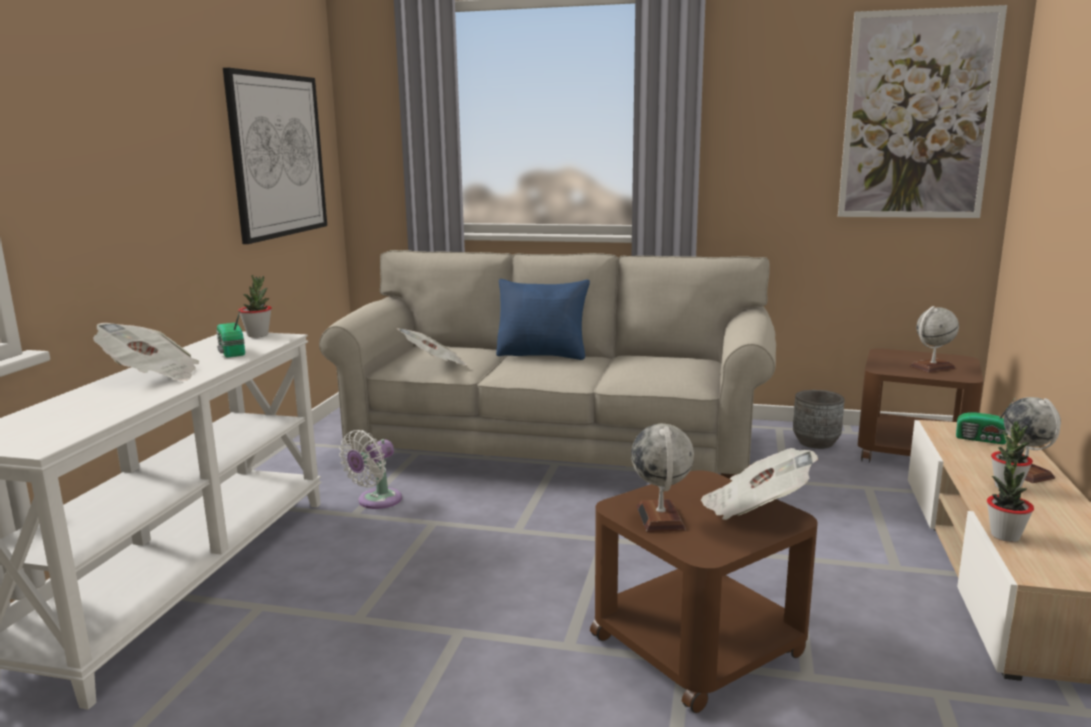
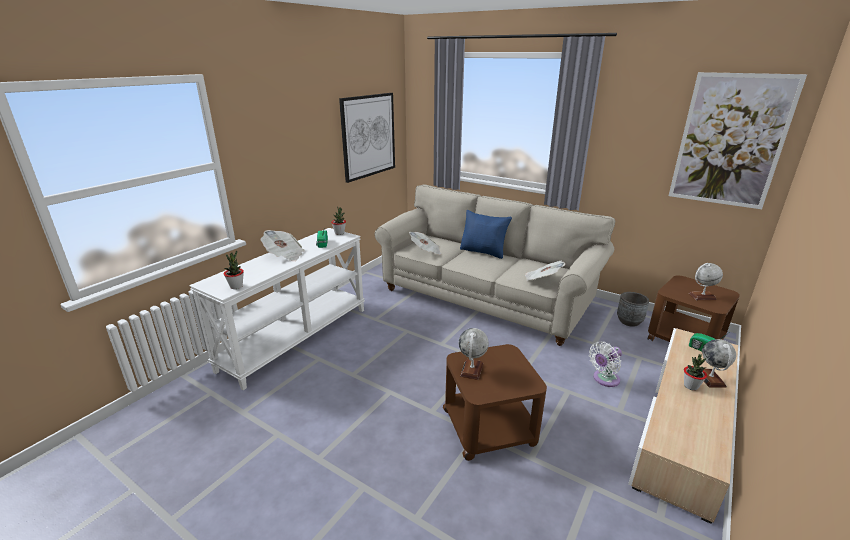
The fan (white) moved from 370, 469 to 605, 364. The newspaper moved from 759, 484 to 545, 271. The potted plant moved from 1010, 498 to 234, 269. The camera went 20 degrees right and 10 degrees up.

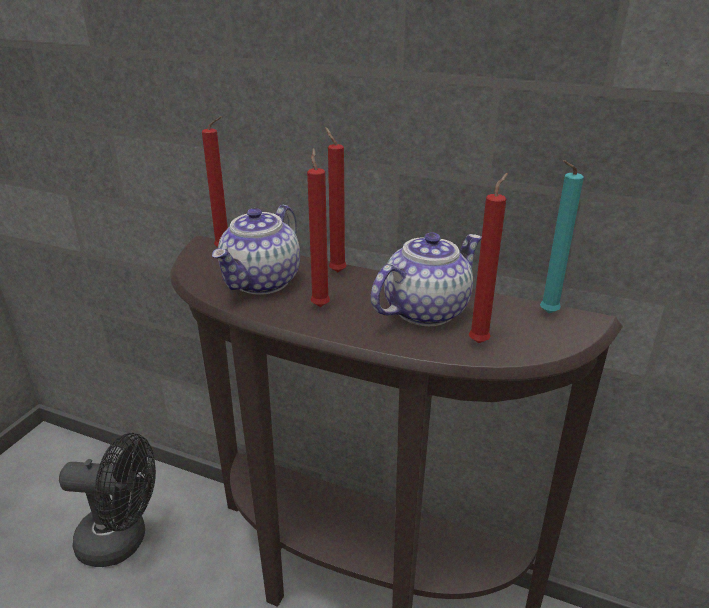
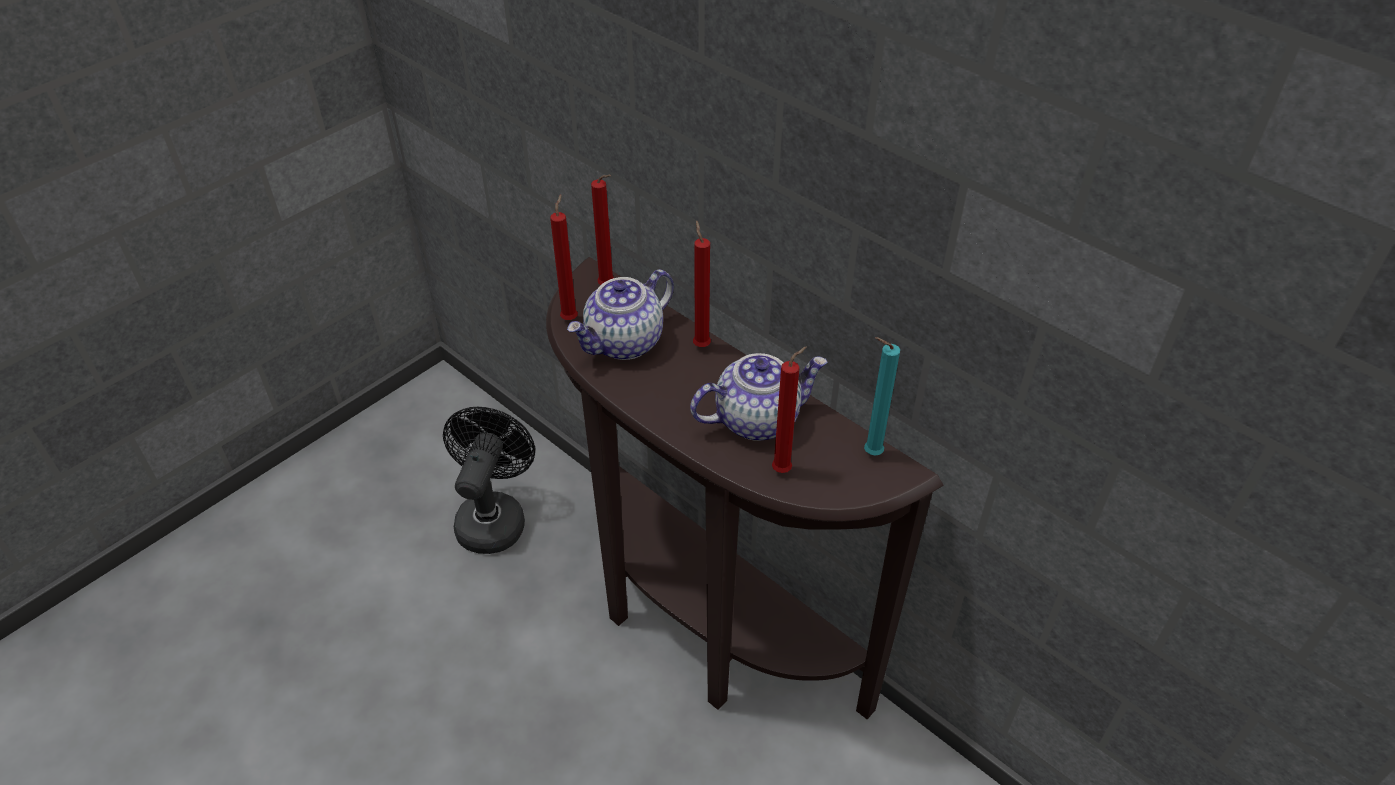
The candle (red) moved from 318, 227 to 564, 257. The fan (black) at 107, 500 turned 105 degrees counterclockwise. The camera went 20 degrees right and 15 degrees up.

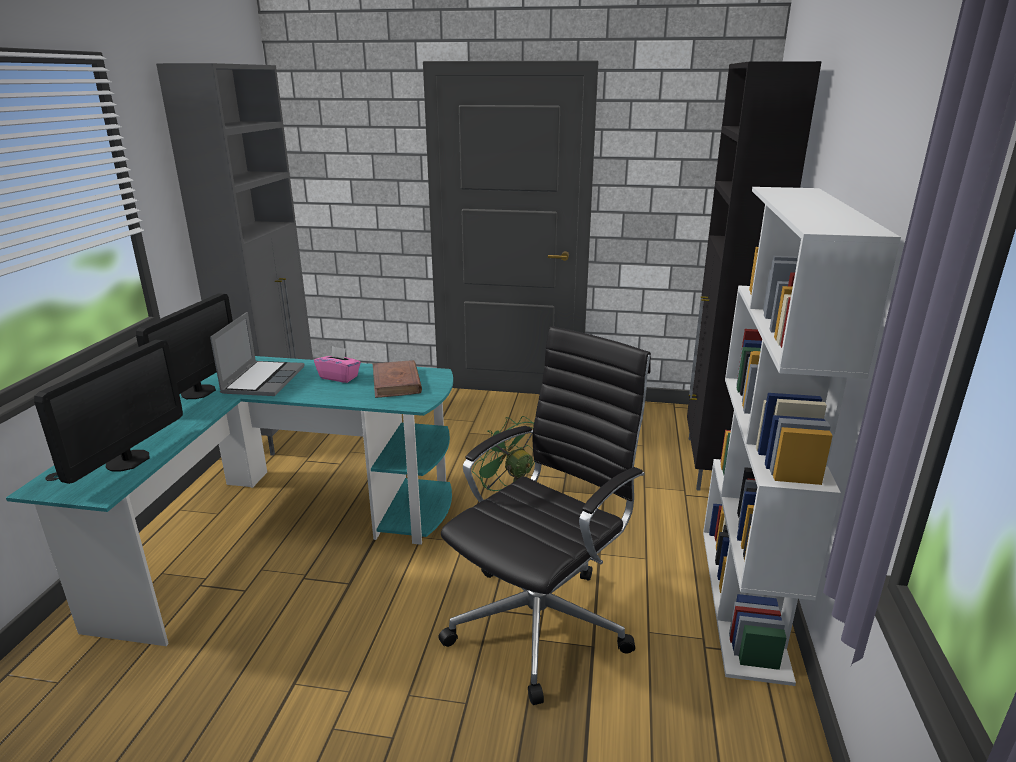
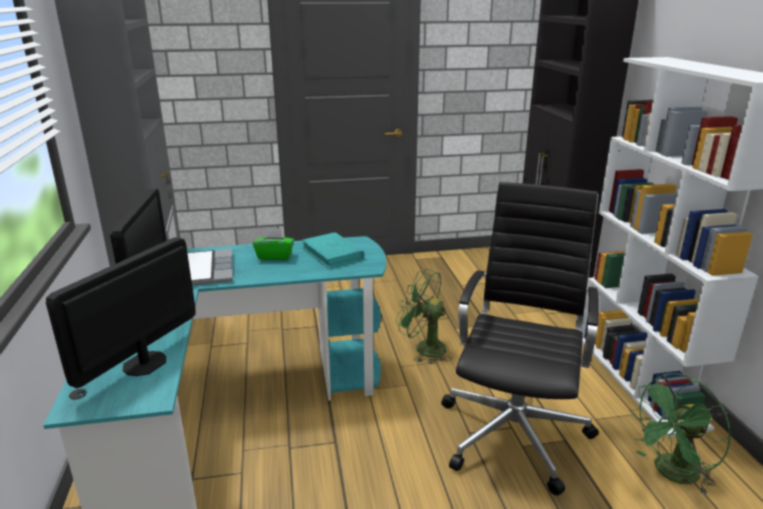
The fan (green) at 680, 434 appeared. The tissue box (pink) at 337, 364 became the tissue box (green) at 273, 244. The book (brown) at 397, 379 became the book (turquoise) at 332, 250. The monitor at 108, 412 turned 150 degrees counterclockwise. The camera went 20 degrees left and 0 degrees up.

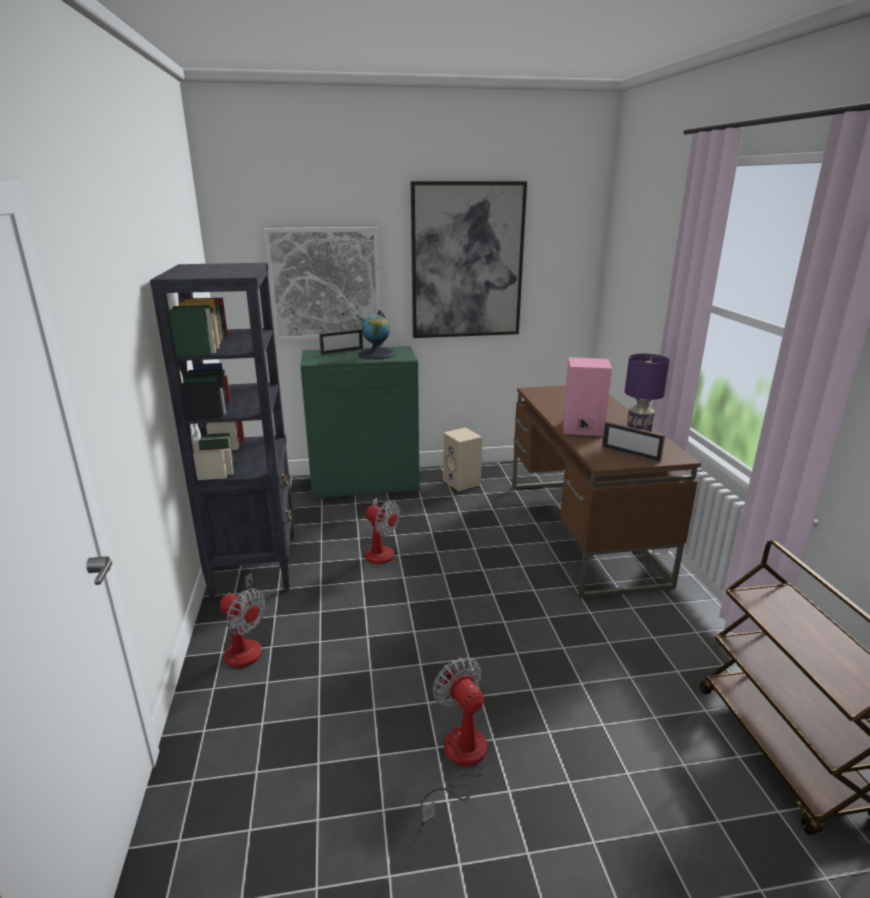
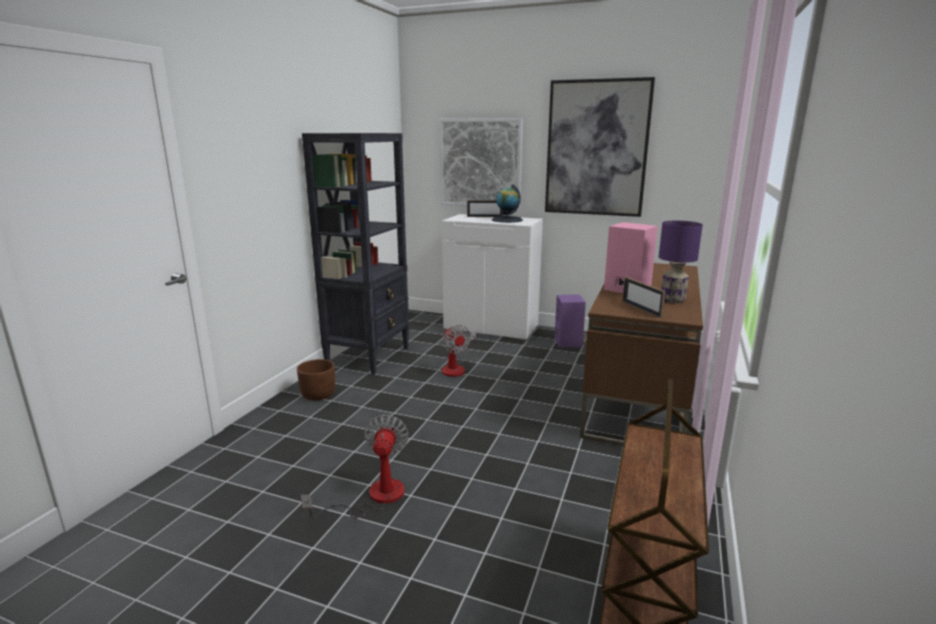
The fan at 243, 620 was replaced by the planter (brown) at 316, 380. The cabinet (green) at 360, 423 became the cabinet (white) at 492, 277. The speaker (beige) at 462, 459 became the speaker (purple) at 570, 321. The camera went 30 degrees right and 5 degrees down.

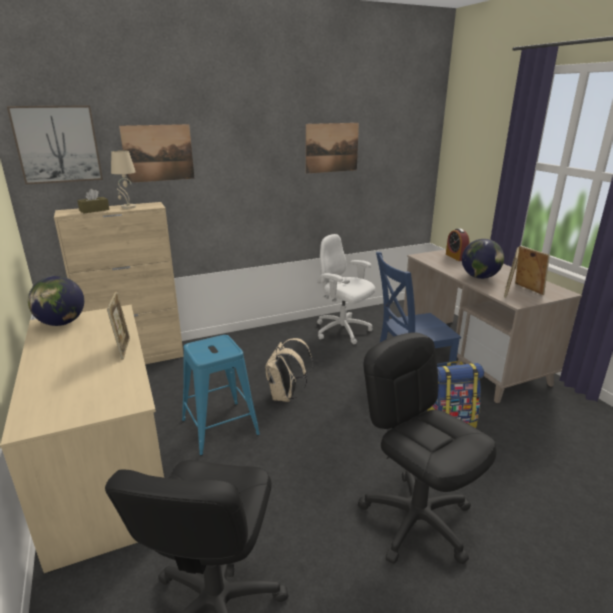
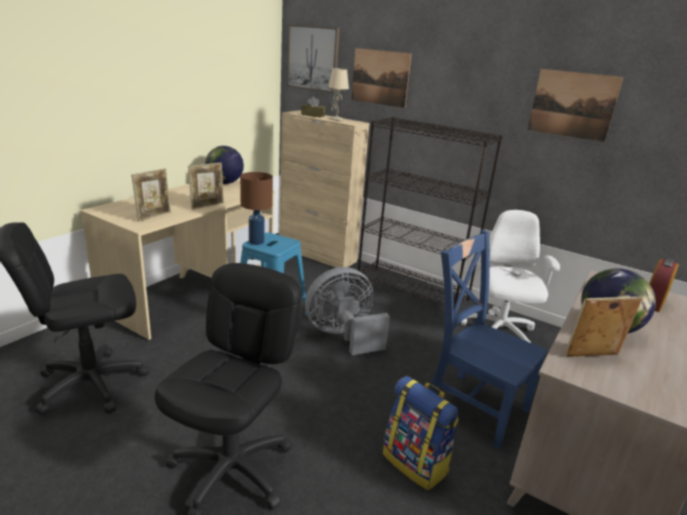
The table lamp (brown) at 256, 208 appeared. The bookcase (black) at 430, 212 appeared. The picture frame moved from 532, 270 to 151, 195. The backpack (beige) at 289, 370 was replaced by the fan (grey) at 347, 311. The camera went 55 degrees right and 0 degrees up.

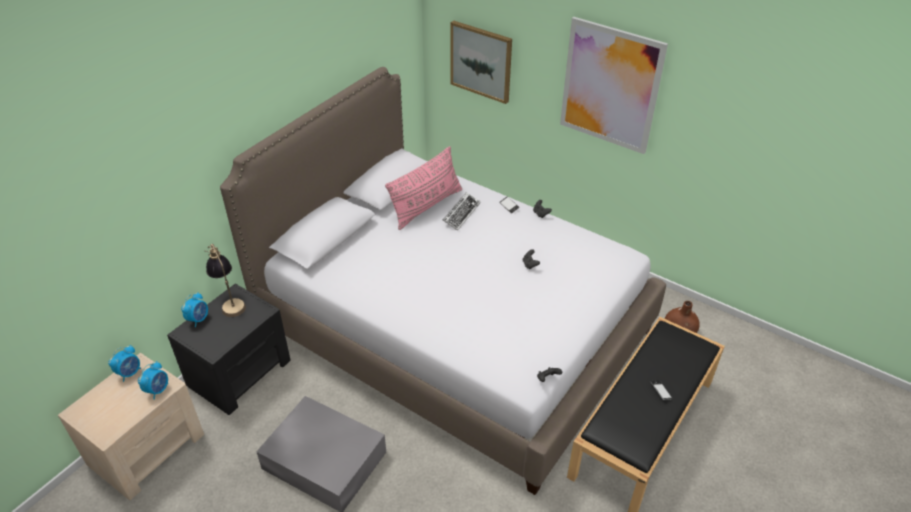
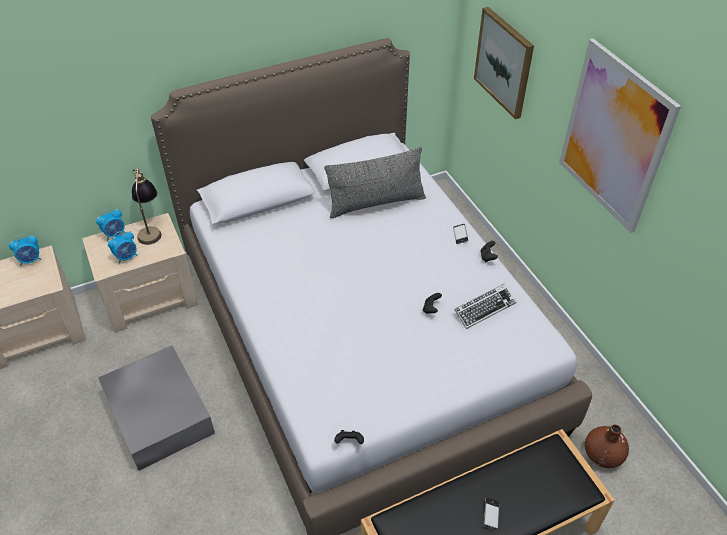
The alarm clock moved from 153, 380 to 122, 247. The keyboard moved from 462, 211 to 485, 306. The nightstand (black) at 229, 349 became the nightstand (beige) at 140, 272. The pillow (pink) at 423, 188 became the pillow (grey) at 375, 182. The camera went 30 degrees right and 5 degrees up.

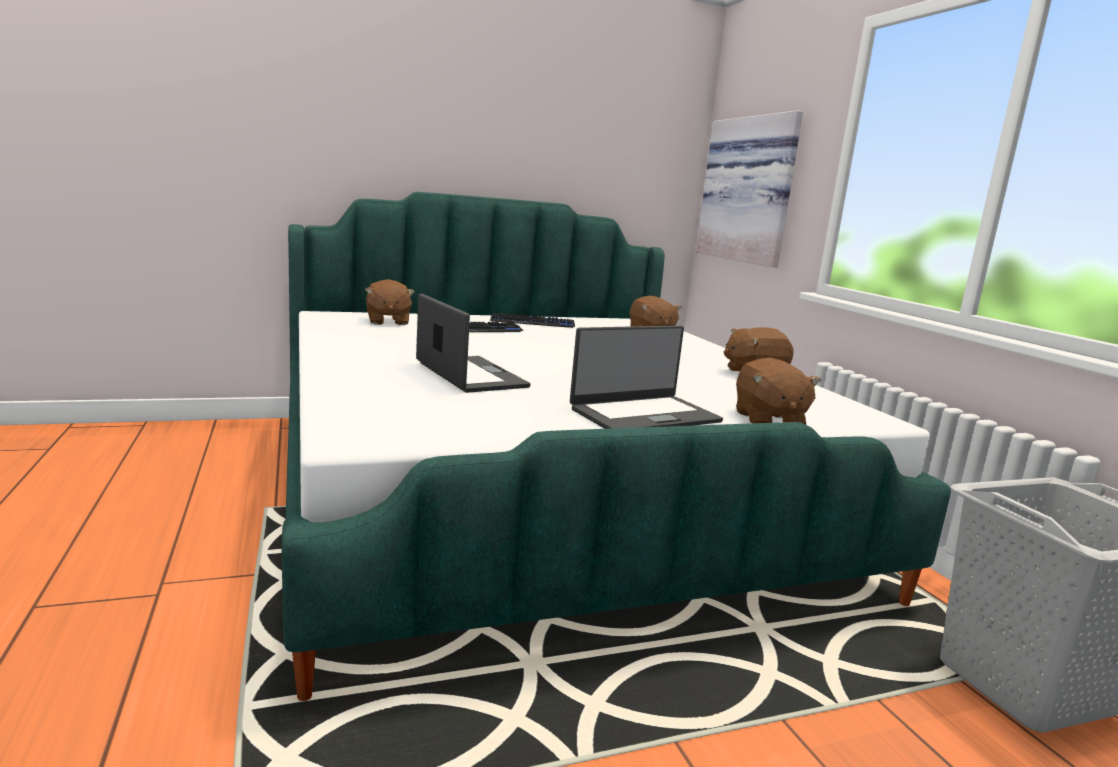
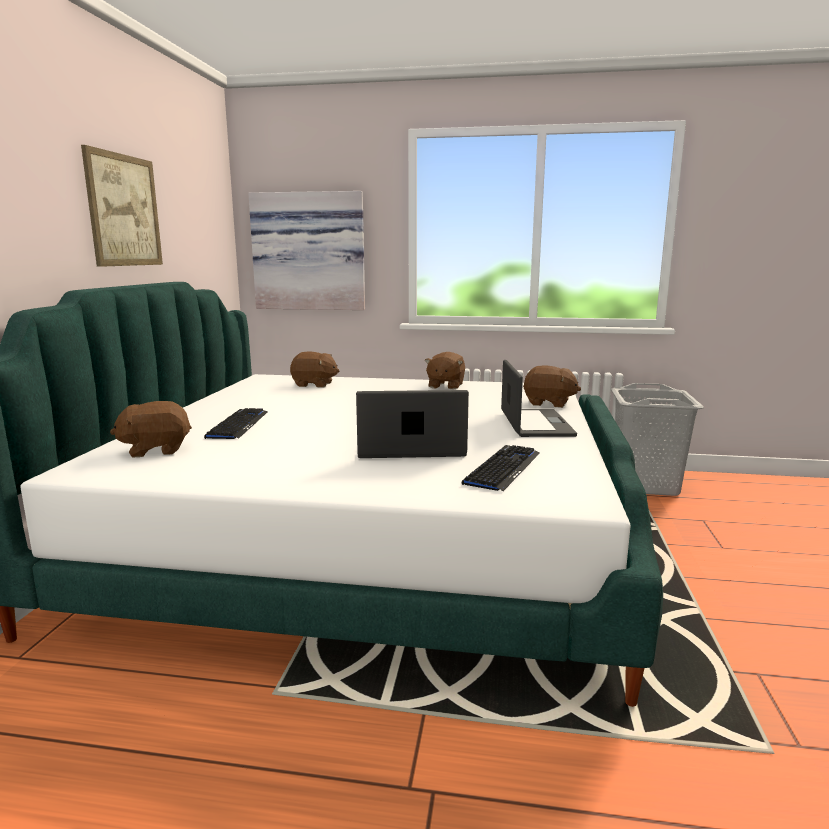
The picture at 122, 206 appeared. The keyboard moved from 532, 320 to 500, 468. The plush toy (brown) at 390, 302 turned 150 degrees clockwise. The camera went 60 degrees left and 0 degrees up.

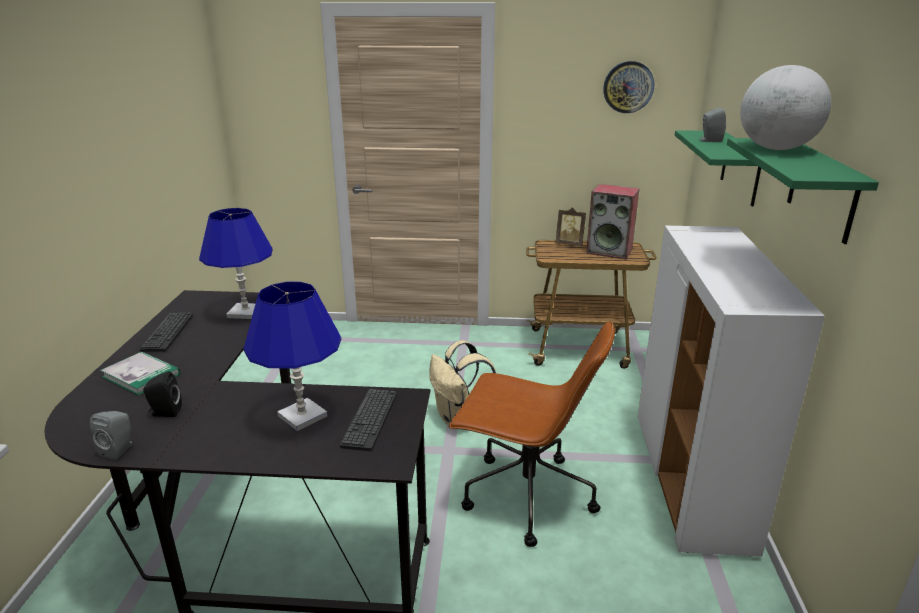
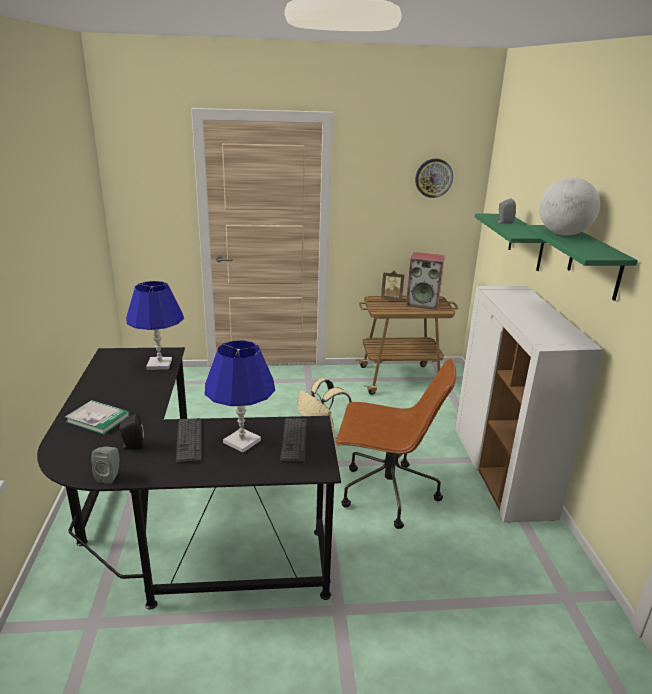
The keyboard moved from 166, 332 to 188, 441. The camera went 10 degrees left and 0 degrees up.

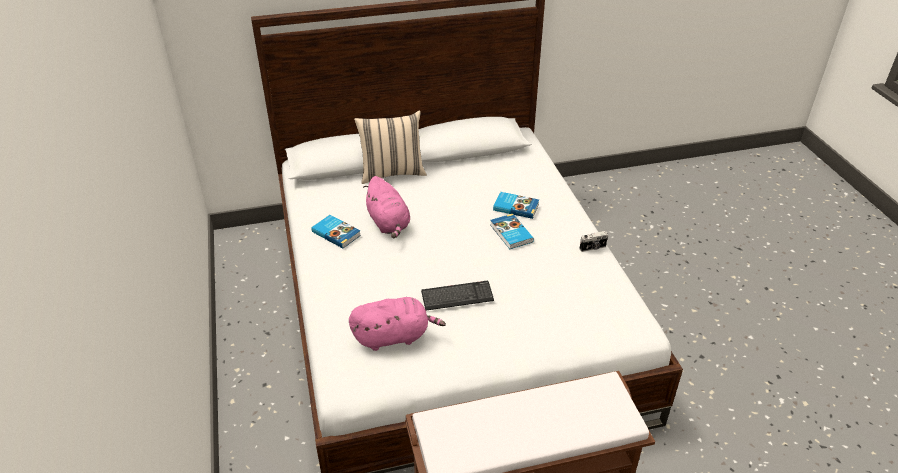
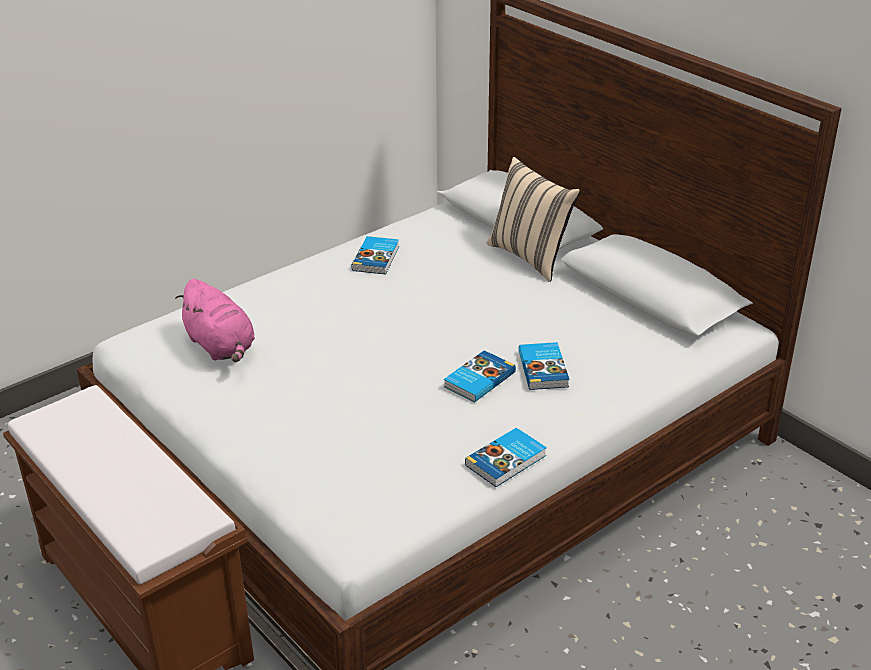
The plush toy (pink) at 386, 207 disappeared. The keyboard at 457, 295 disappeared. The photo camera at 593, 241 was replaced by the book at 506, 457. The camera went 65 degrees right and 5 degrees down.

